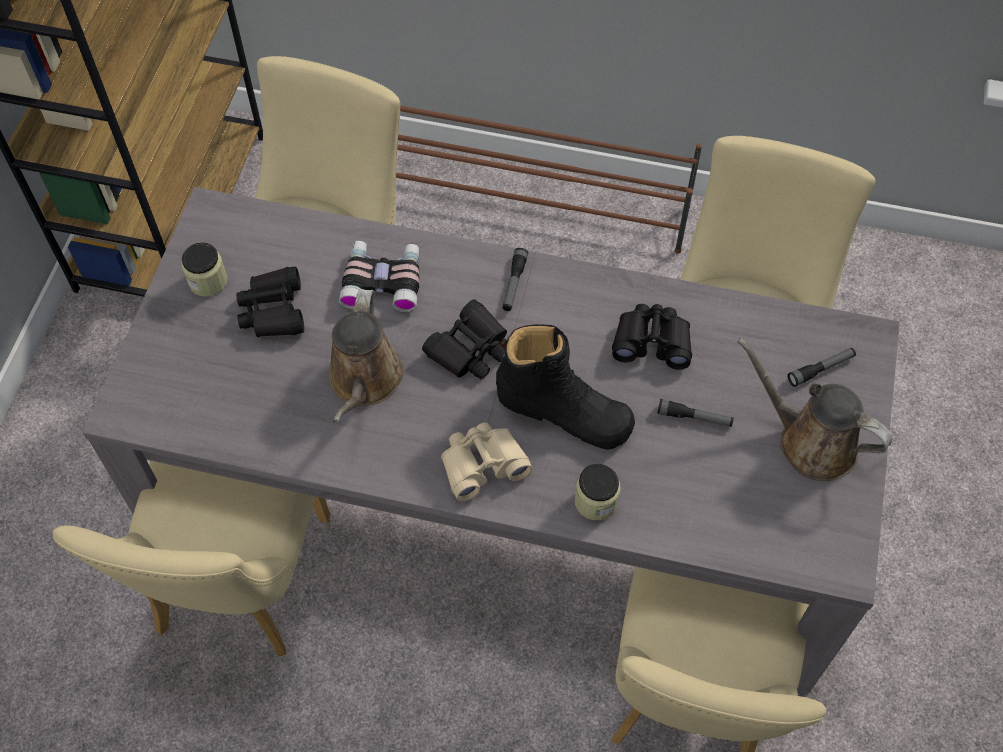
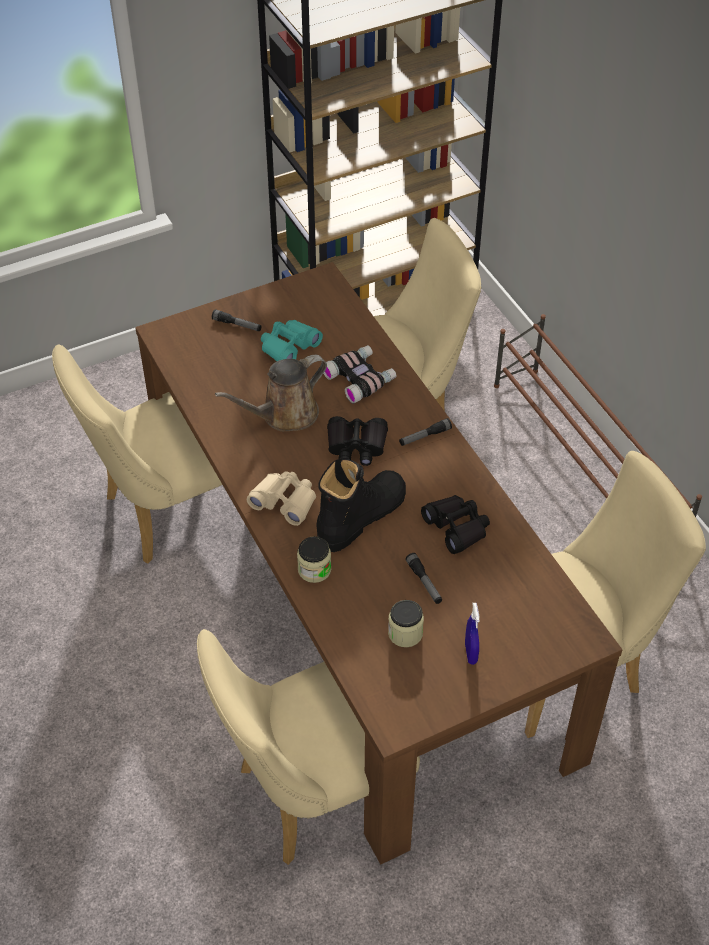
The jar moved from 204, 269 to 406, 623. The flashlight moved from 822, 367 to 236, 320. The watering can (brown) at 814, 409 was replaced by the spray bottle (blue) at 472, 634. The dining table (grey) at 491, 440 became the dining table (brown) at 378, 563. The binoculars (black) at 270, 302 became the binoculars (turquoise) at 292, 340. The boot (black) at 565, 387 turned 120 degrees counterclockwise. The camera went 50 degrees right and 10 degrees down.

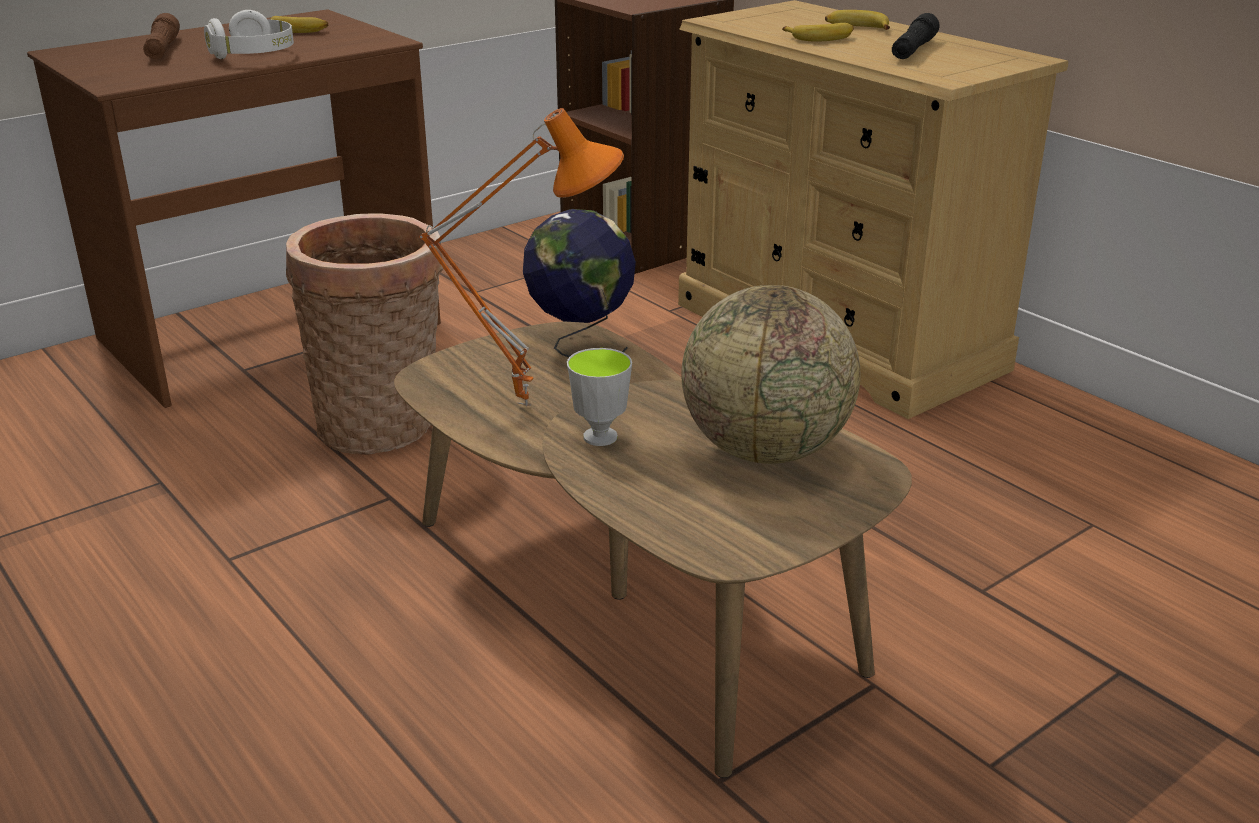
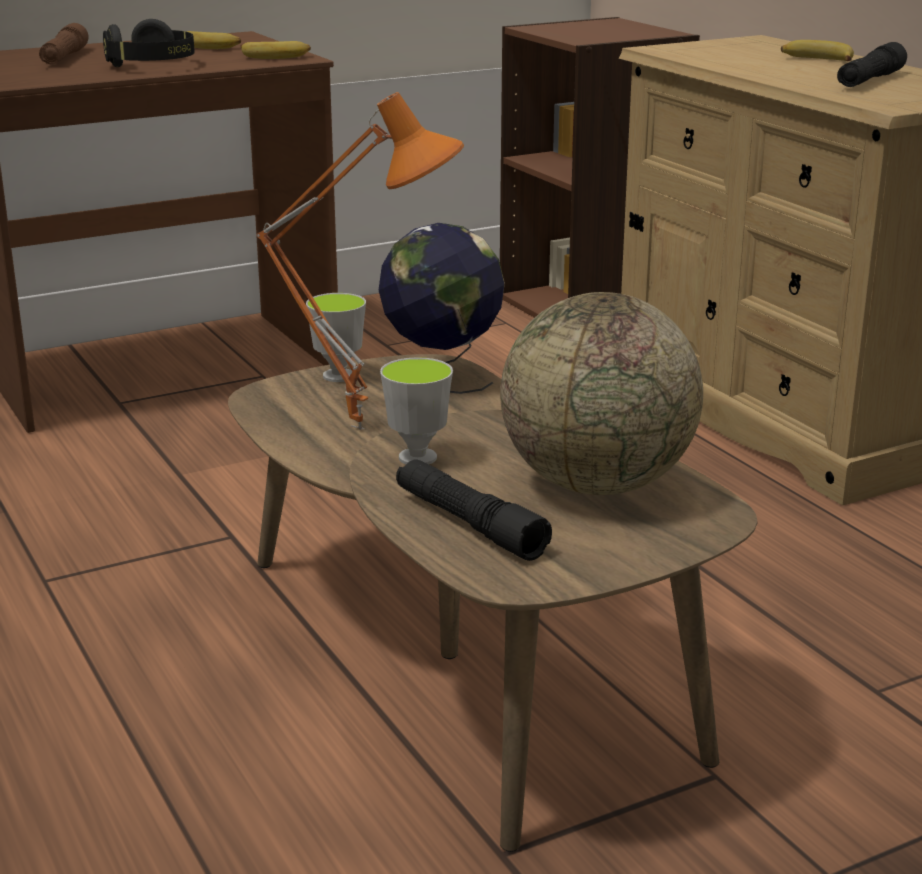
The basket at 365, 334 disappeared. The cup at 336, 337 appeared. The flashlight (black) at 474, 510 appeared. The banana moved from 818, 32 to 275, 50. The headphones (white) at 249, 34 became the headphones (black) at 148, 43. The camera went 10 degrees right and 5 degrees down.

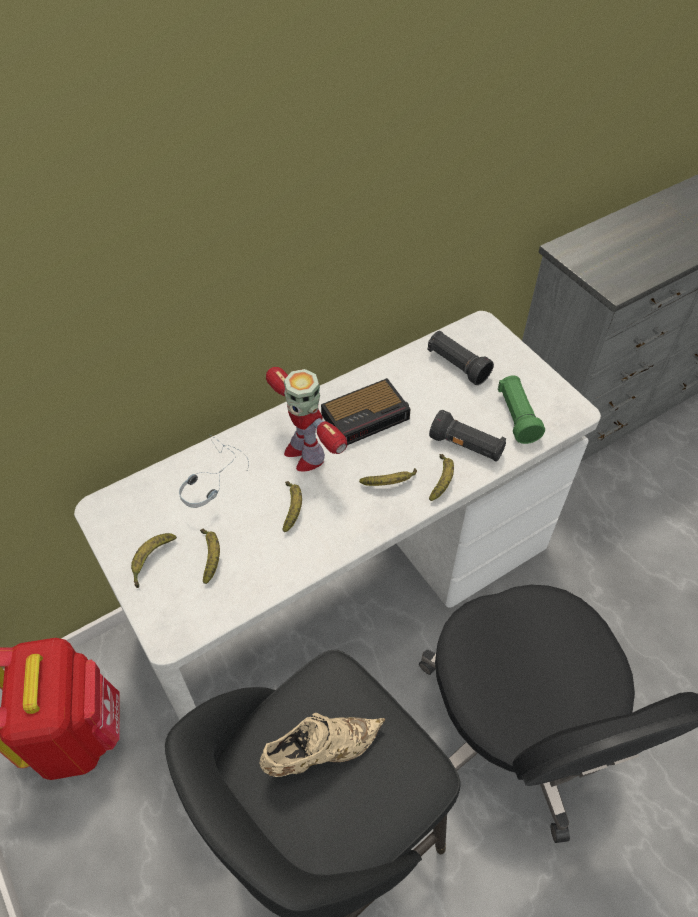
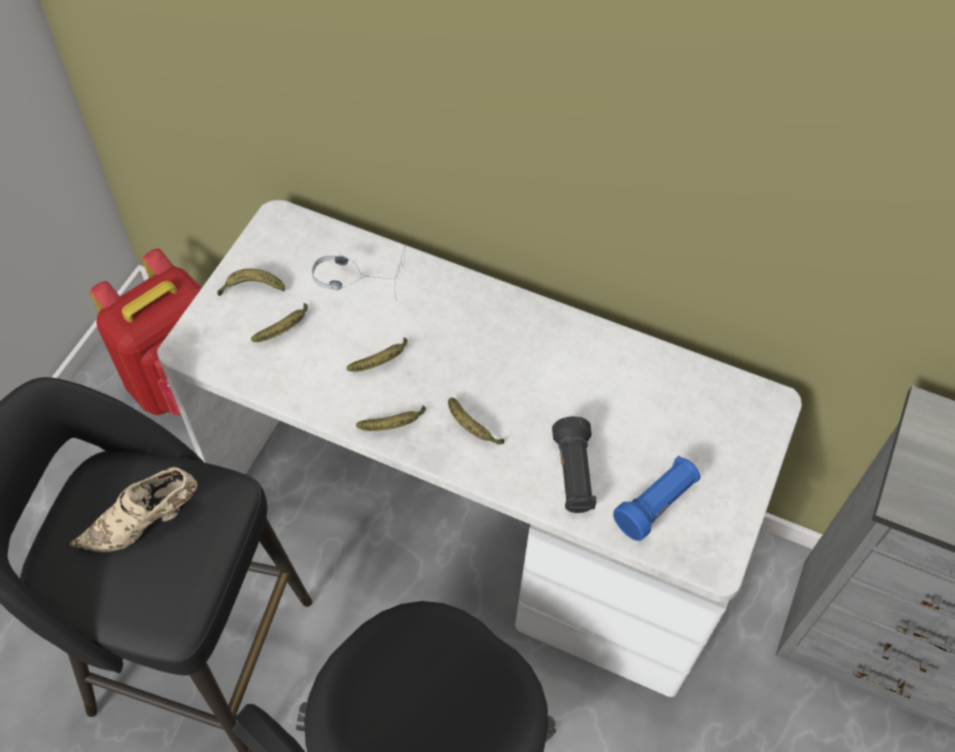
The toy robot at 306, 419 disappeared. The alarm clock at 366, 411 disappeared. The flashlight (black) at 461, 358 disappeared. The banana moved from 441, 477 to 391, 418. The flashlight (green) at 521, 409 became the flashlight (blue) at 656, 498. The shoe (beige) at 322, 745 turned 120 degrees clockwise. The camera went 55 degrees right and 5 degrees up.

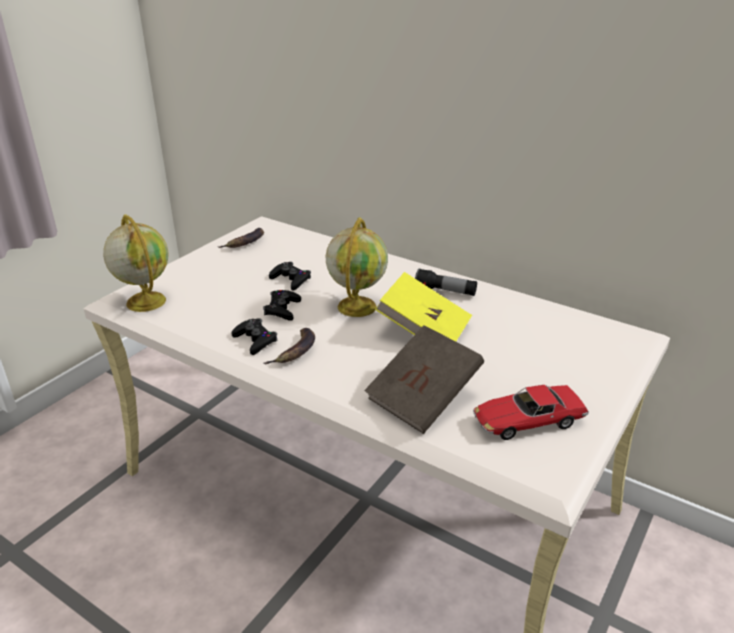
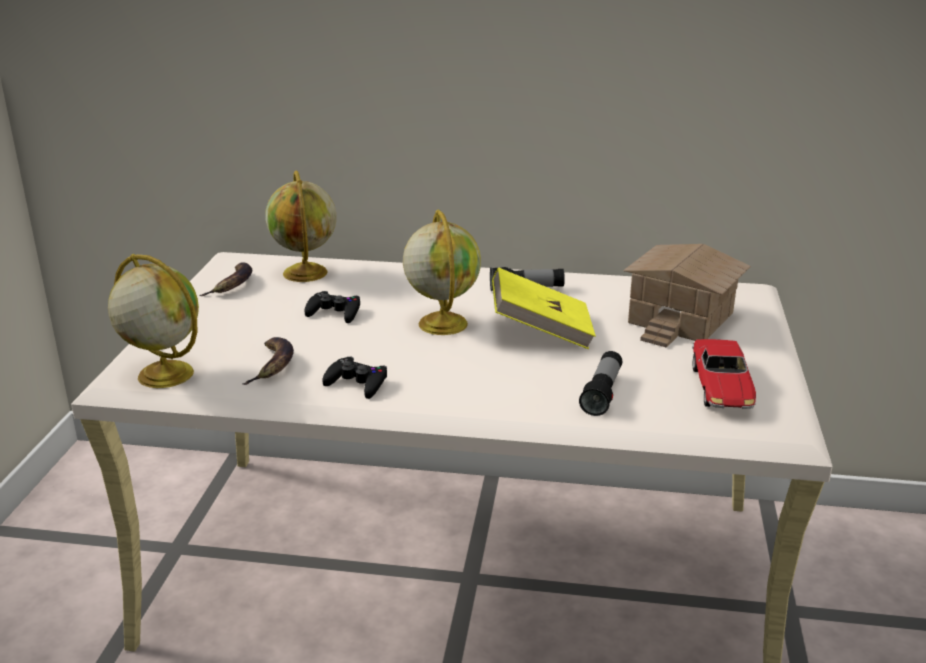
The game controller (black) at 282, 305 disappeared. The globe at 301, 226 appeared. The toy house at 687, 296 appeared. The banana moved from 289, 346 to 268, 361. The book (brown) at 424, 379 was replaced by the flashlight at 600, 383. The toy car at 531, 412 turned 45 degrees counterclockwise. The camera went 25 degrees left and 5 degrees down.

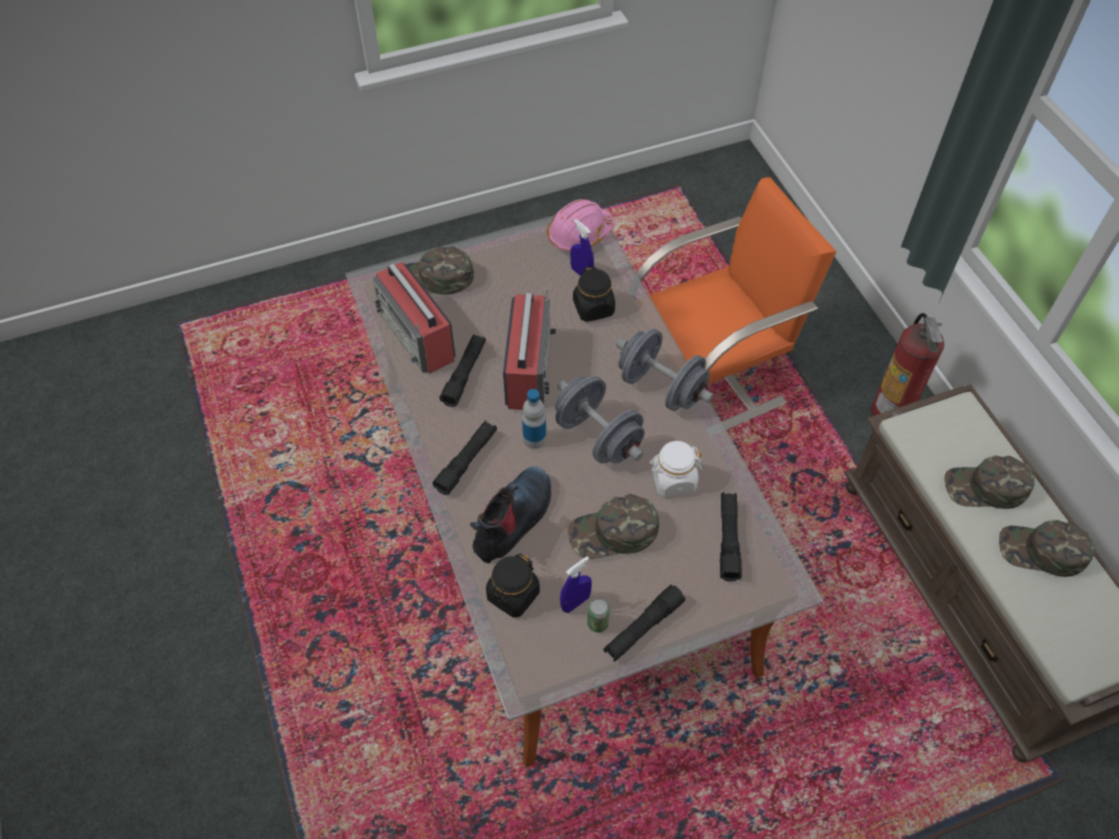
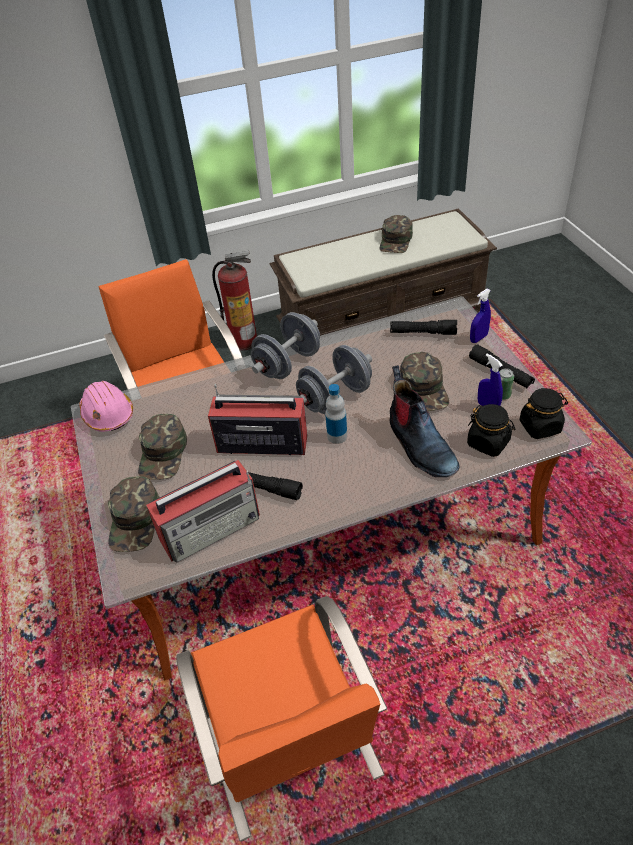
The flashlight (black) at 464, 457 disappeared. The jar (white) at 675, 469 disappeared. The chair (orange) at 281, 719 appeared. The spray bottle (blue) moved from 582, 247 to 480, 316. The jar (black) moved from 594, 294 to 543, 413. The cap (green) moved from 989, 482 to 162, 447. The boot at 510, 514 turned 150 degrees counterclockwise. The camera went 85 degrees left and 10 degrees down.

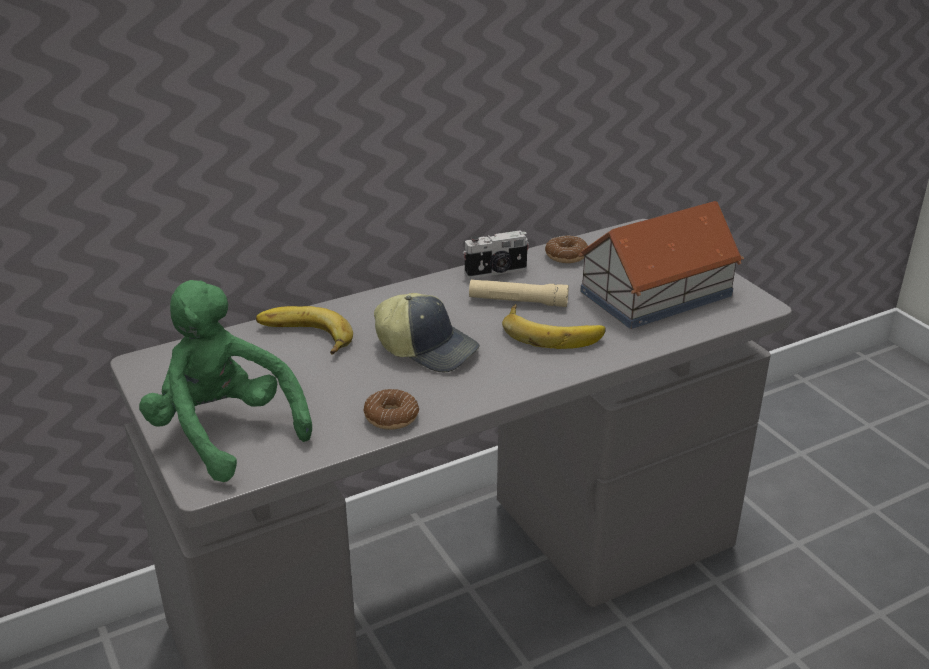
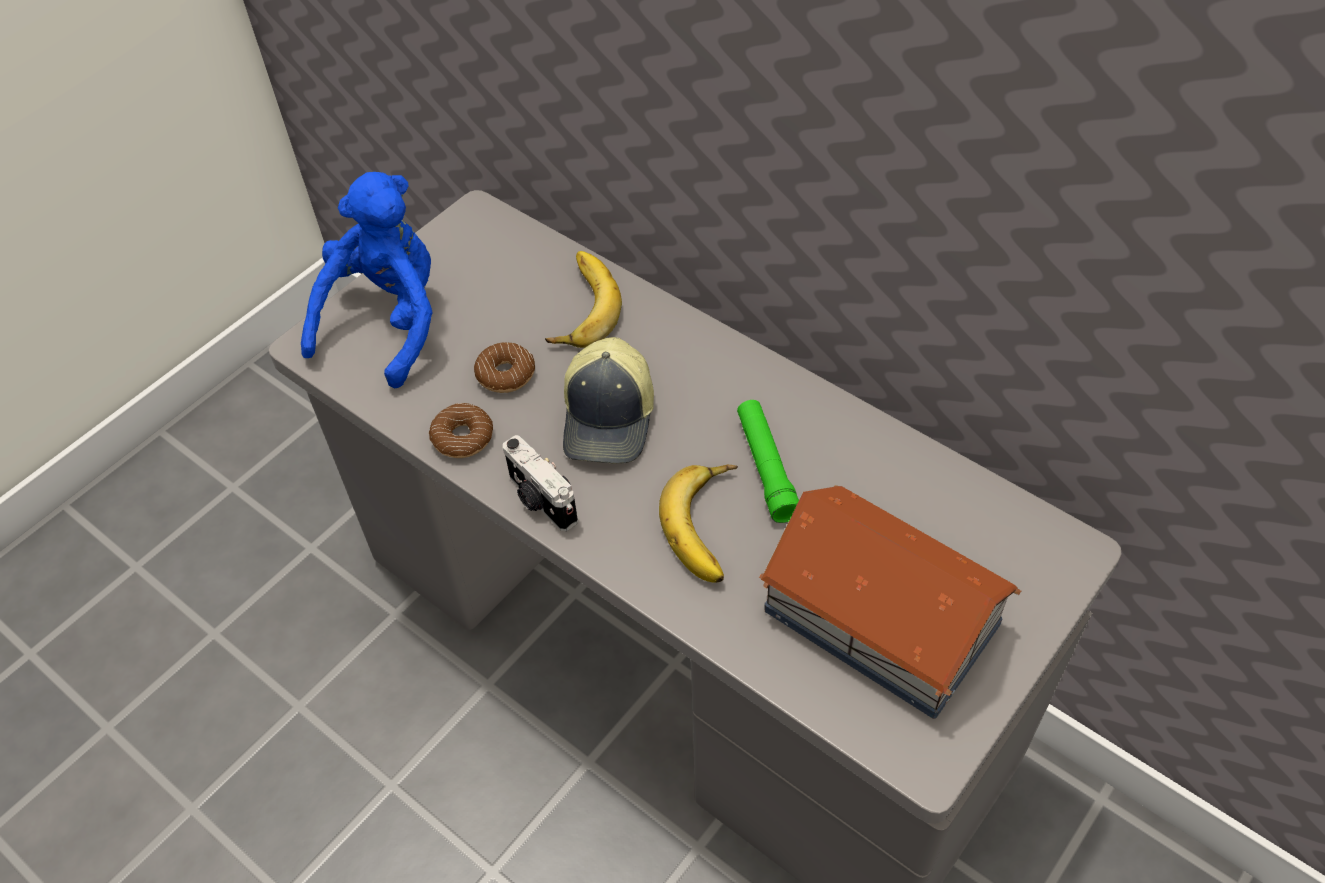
The photo camera moved from 496, 254 to 540, 483. The donut moved from 566, 249 to 504, 367. The plush toy (green) at 225, 381 became the plush toy (blue) at 367, 280. The flashlight (beige) at 519, 293 became the flashlight (green) at 768, 461. The camera went 70 degrees right and 20 degrees up.

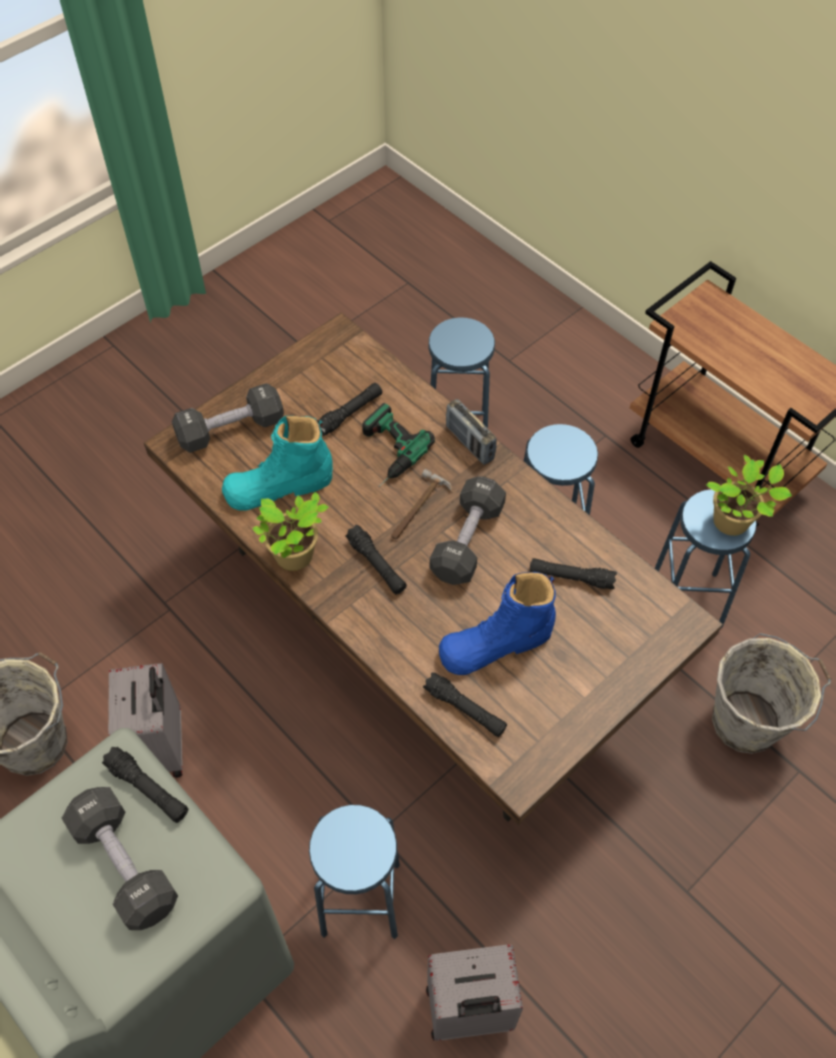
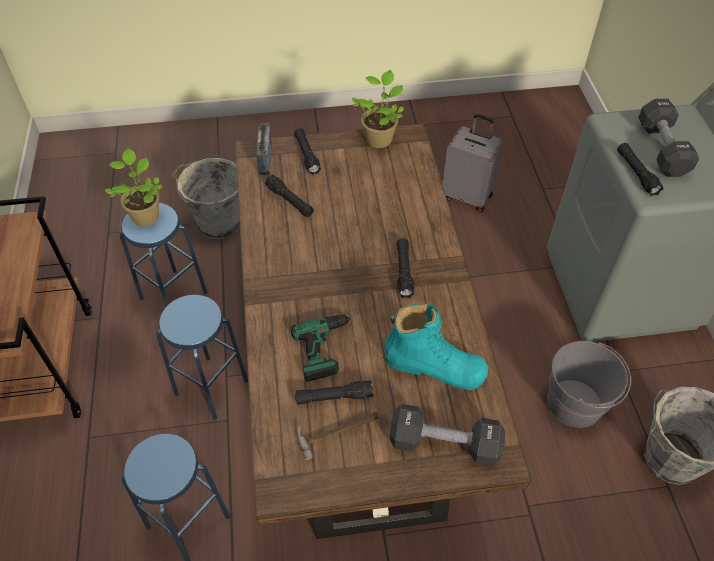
The stool (blue) at 354, 872 disappeared. The dumbbell (black) at 468, 530 disappeared. The boot (blue) at 497, 623 disappeared. The potted plant moved from 290, 531 to 377, 109. The hammer moved from 422, 504 to 338, 436. The flashlight (black) moved from 465, 704 to 307, 151. The radio moved from 471, 432 to 264, 149. The suitcase (grey) at 145, 720 was replaced by the bucket (grey) at 589, 384. The camera went 145 degrees left and 5 degrees down.

